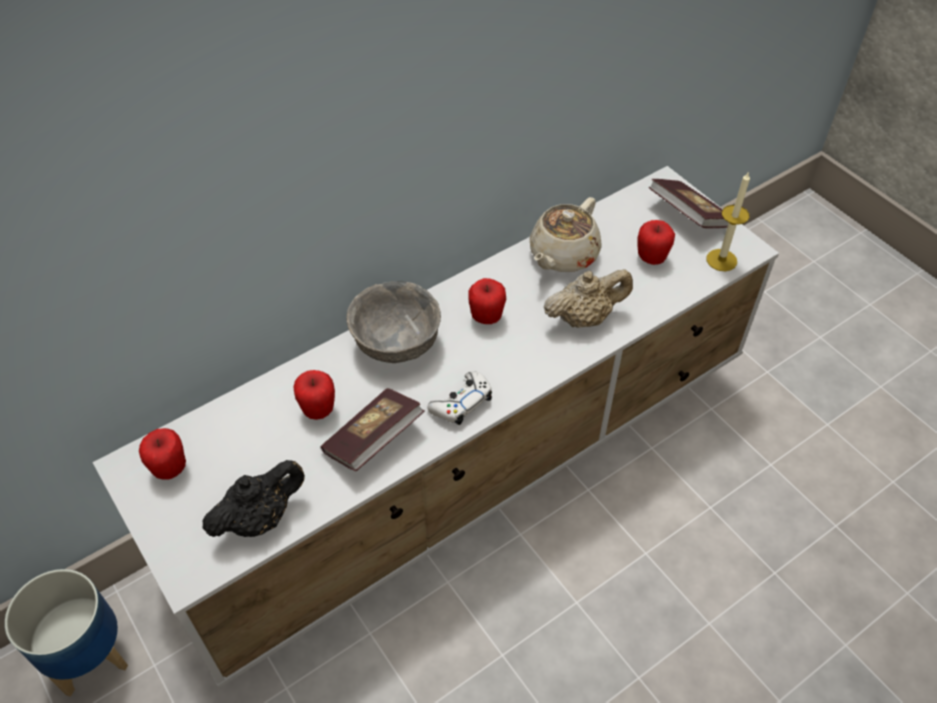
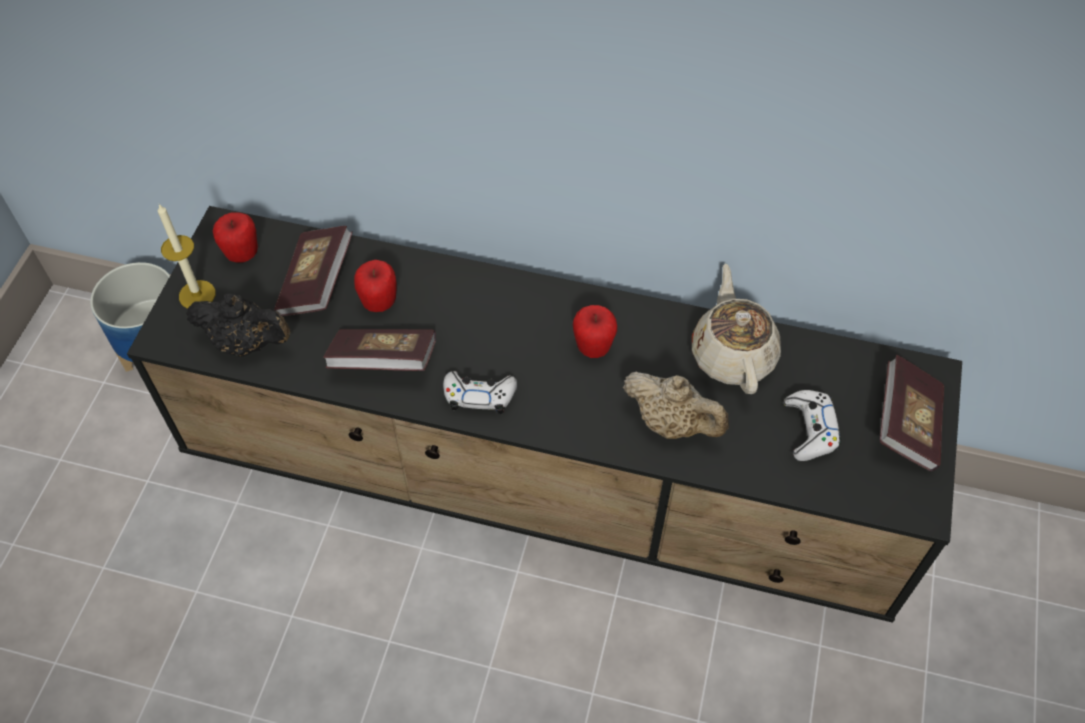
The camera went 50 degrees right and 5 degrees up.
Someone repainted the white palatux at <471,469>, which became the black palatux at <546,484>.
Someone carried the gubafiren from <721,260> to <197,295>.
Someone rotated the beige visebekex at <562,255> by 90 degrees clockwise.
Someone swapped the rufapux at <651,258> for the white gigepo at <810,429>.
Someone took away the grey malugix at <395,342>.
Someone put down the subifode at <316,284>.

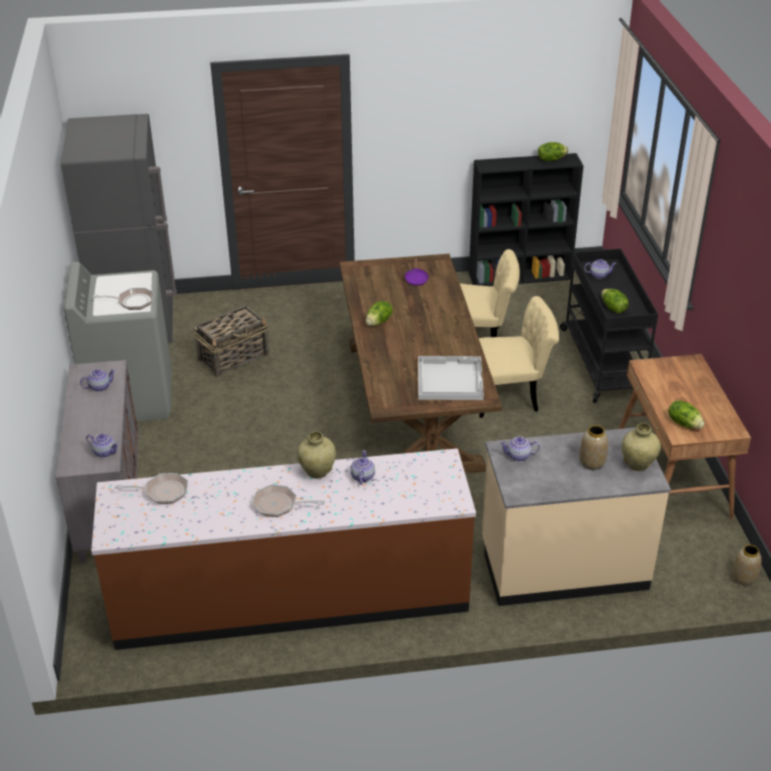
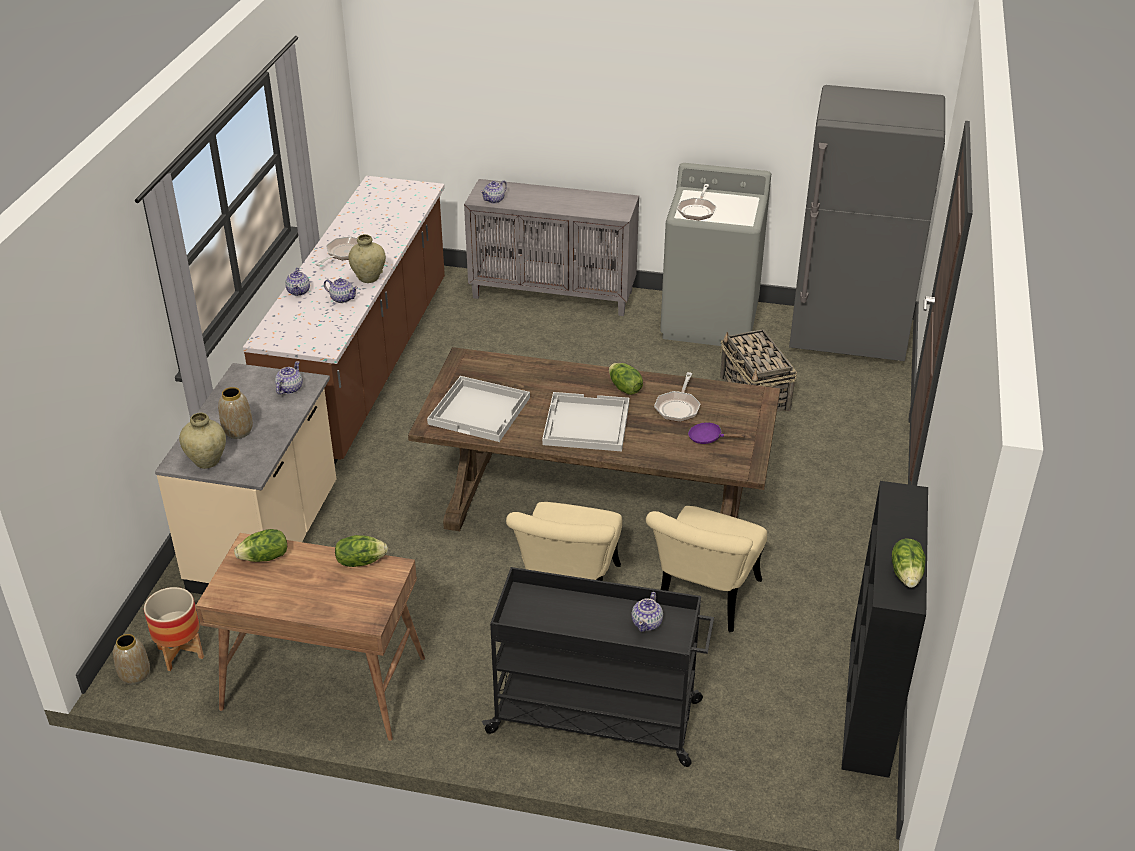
The camera went 110 degrees right and 0 degrees up.
Someone carried the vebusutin from <613,308> to <360,561>.
Someone carried the visebekex from <99,387> to <299,291>.
Someone carried the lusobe from <162,492> to <678,407>.
Someone put down the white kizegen at <585,424>.
Someone put down the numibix at <180,653>.

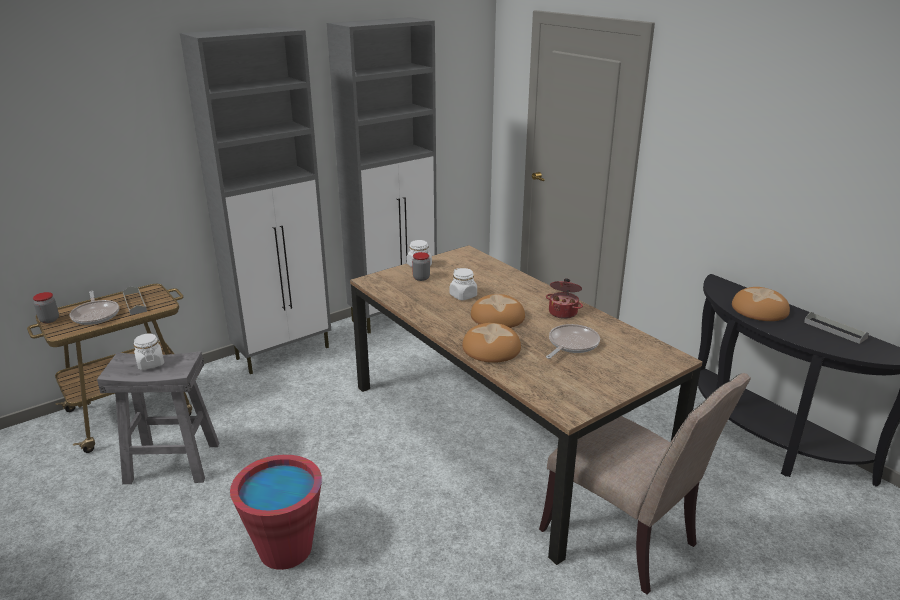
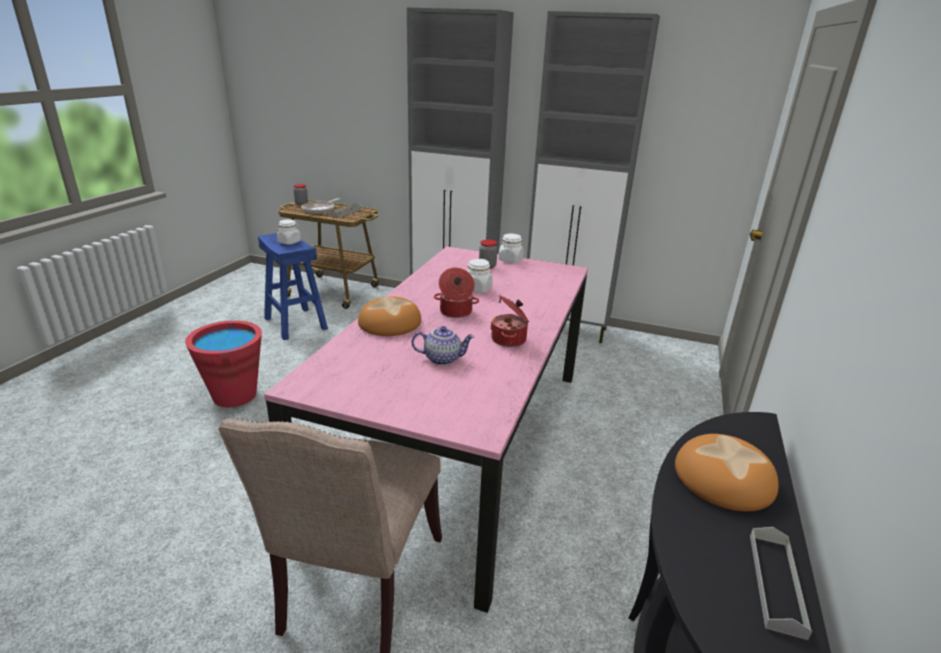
The camera went 55 degrees right and 0 degrees up.
Someone repainted the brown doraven at <501,431>, which became the pink doraven at <459,443>.
Someone swapped the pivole at <498,317> for the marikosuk at <455,312>.
Someone swapped the lusobe at <571,344> for the visebekex at <443,358>.
Someone repainted the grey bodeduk at <172,463>, which became the blue bodeduk at <295,323>.

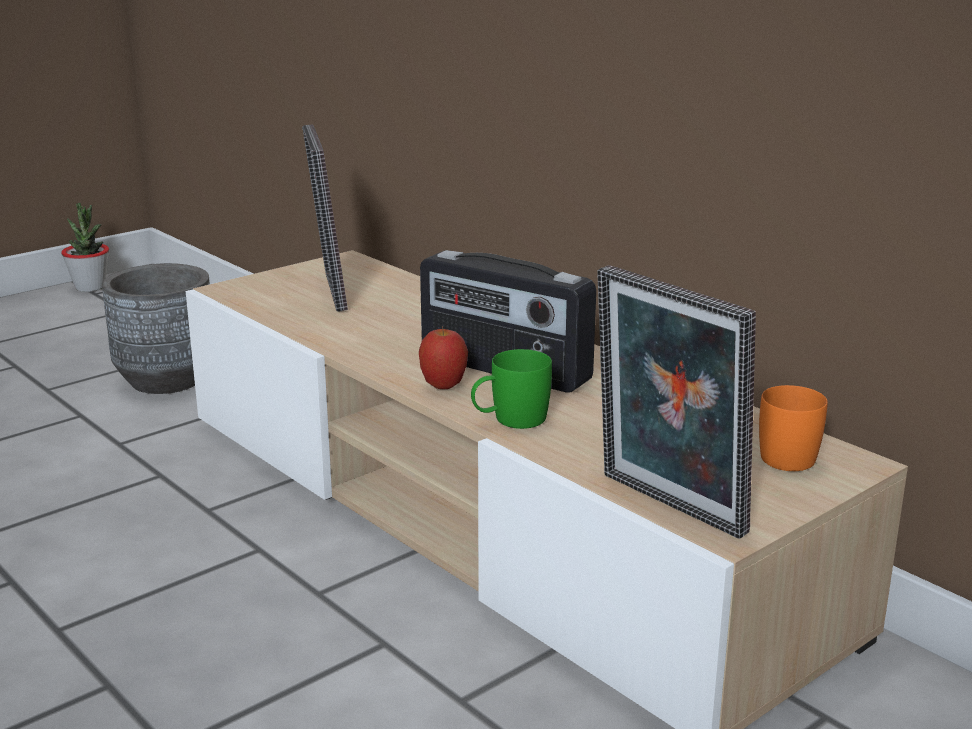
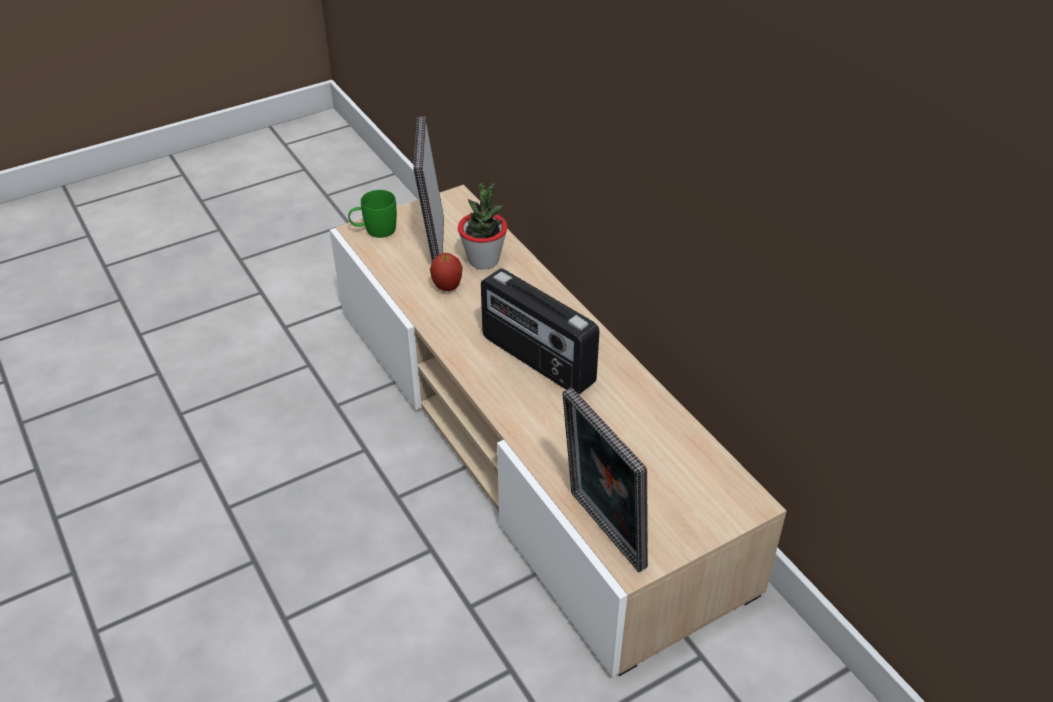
The camera went 10 degrees right and 20 degrees up.
Someone carried the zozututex from <90,287> to <483,260>.
Someone took away the grey numibix at <166,380>.
Someone carried the rufapux from <443,387> to <447,288>.
Someone carried the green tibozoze from <510,420> to <374,230>.
Someone took away the orange tibozoze at <786,454>.

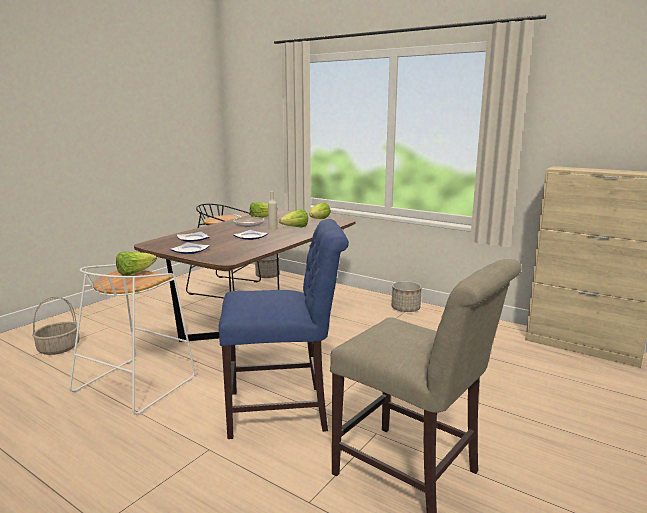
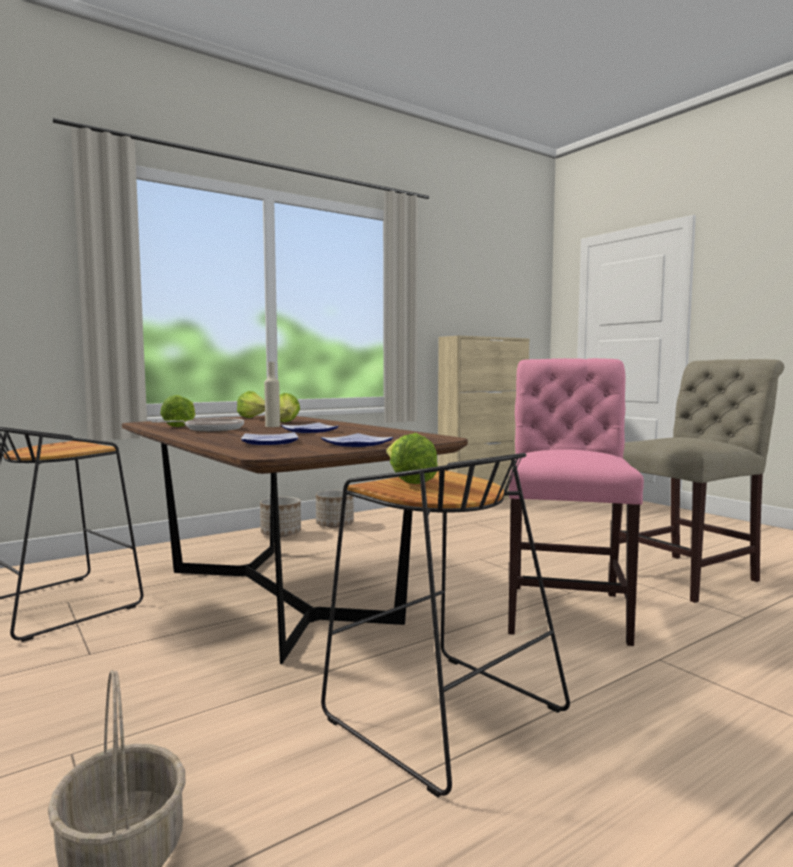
The camera went 70 degrees left and 10 degrees down.
Someone repainted the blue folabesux at <284,411>, which became the pink folabesux at <567,609>.
Someone carried the numibix from <267,276> to <281,533>.
Someone repainted the white bodeduk at <135,384>, which became the black bodeduk at <439,714>.

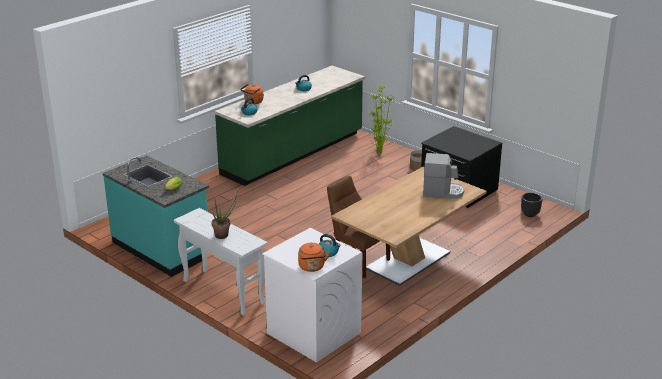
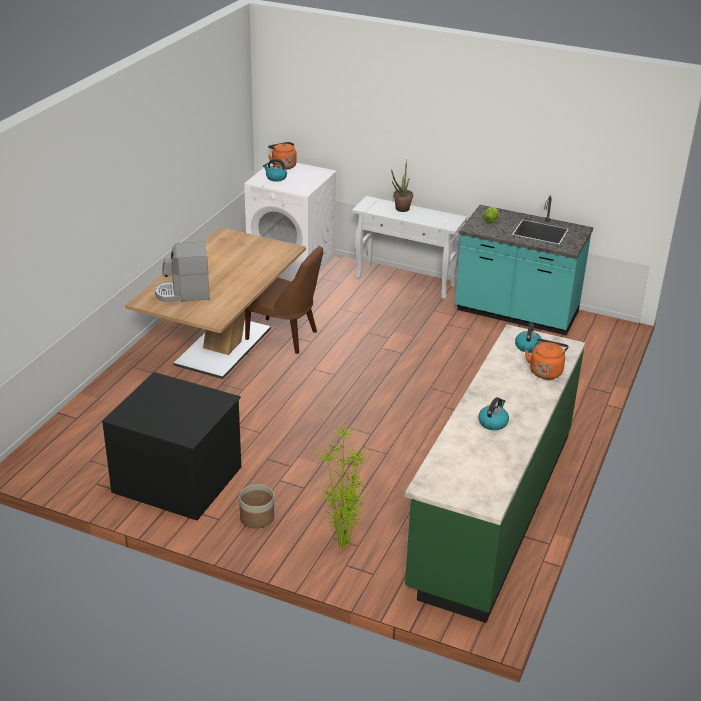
The camera went 160 degrees right and 5 degrees up.
Someone took away the black numibix at <530,214>.

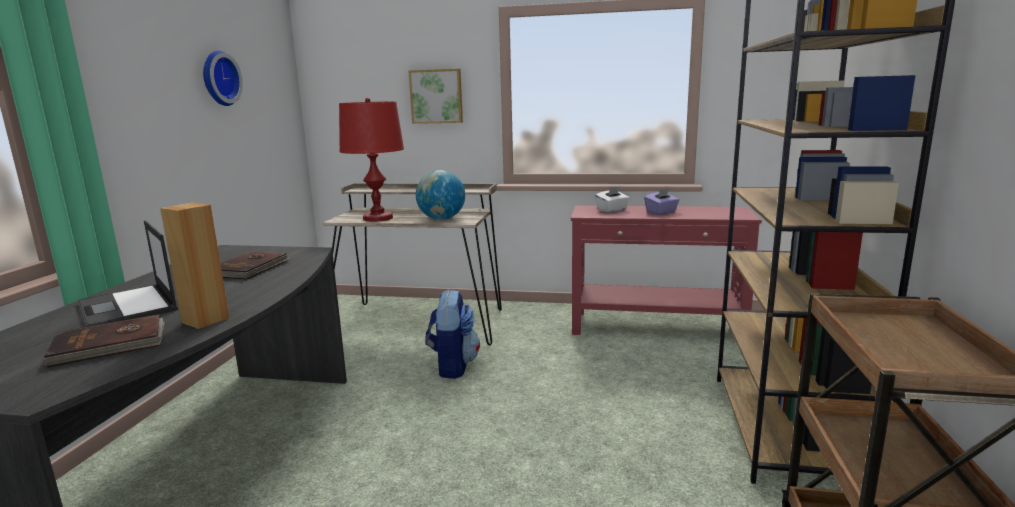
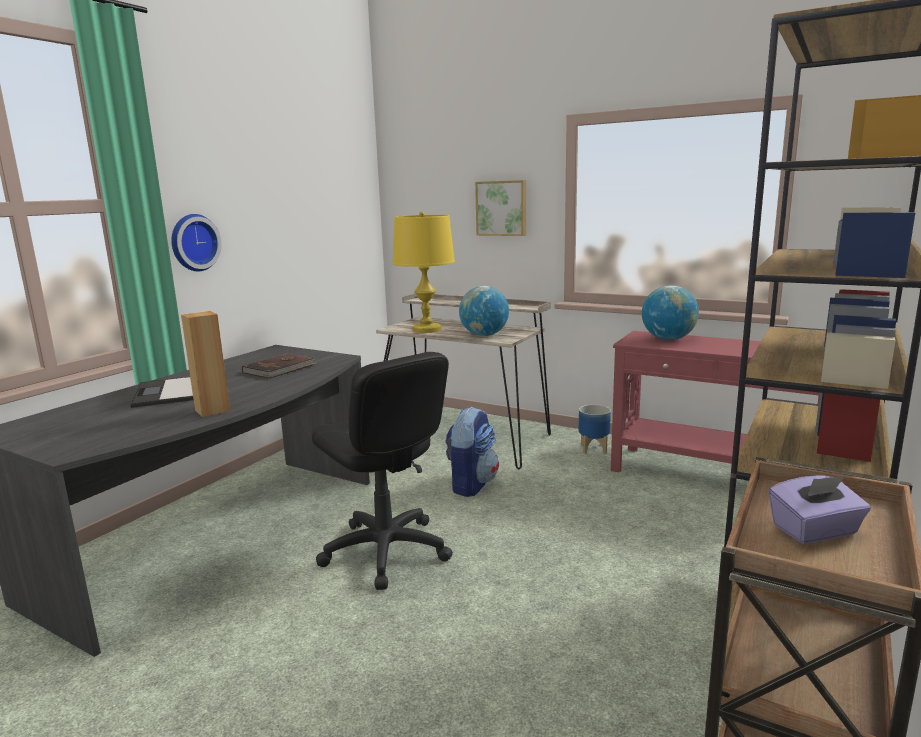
The camera went 20 degrees right and 0 degrees up.
Someone carried the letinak from <218,78> to <193,242>.
Someone repainted the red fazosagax at <377,218>, which became the yellow fazosagax at <426,329>.
Someone swapped the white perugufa at <612,210> for the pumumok at <668,339>.
Someone carried the purple perugufa from <661,212> to <815,531>.
Someone took away the brown subifode at <110,345>.
Someone put down the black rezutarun at <385,551>.
Someone put down the numibix at <593,449>.

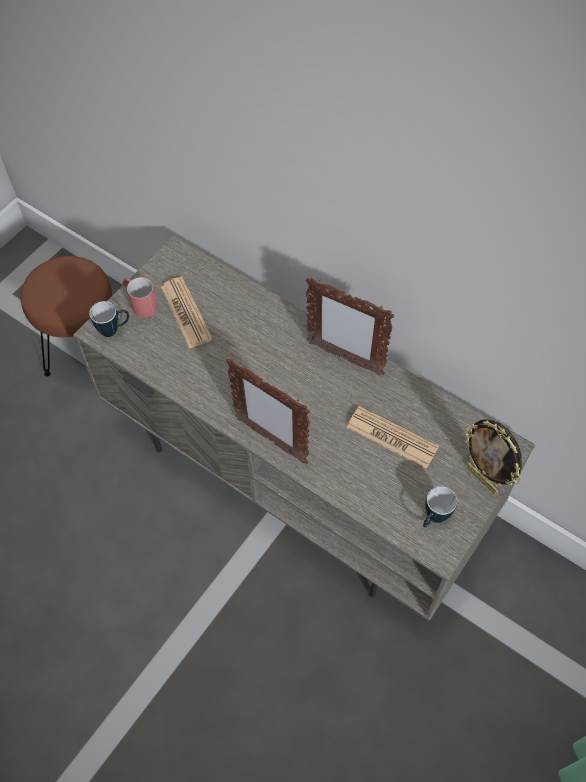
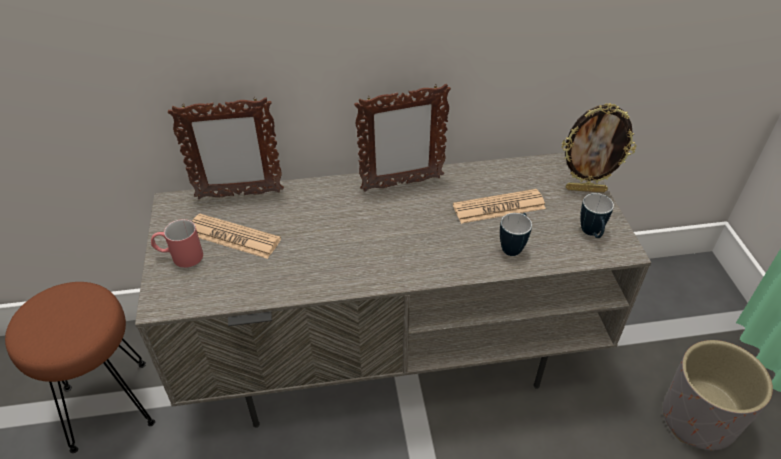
The camera went 45 degrees left and 15 degrees down.
Someone carried the tibozoze from <114,330> to <513,246>.
Someone carried the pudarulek from <270,440> to <239,195>.
Someone put down the grey numibix at <697,419>.

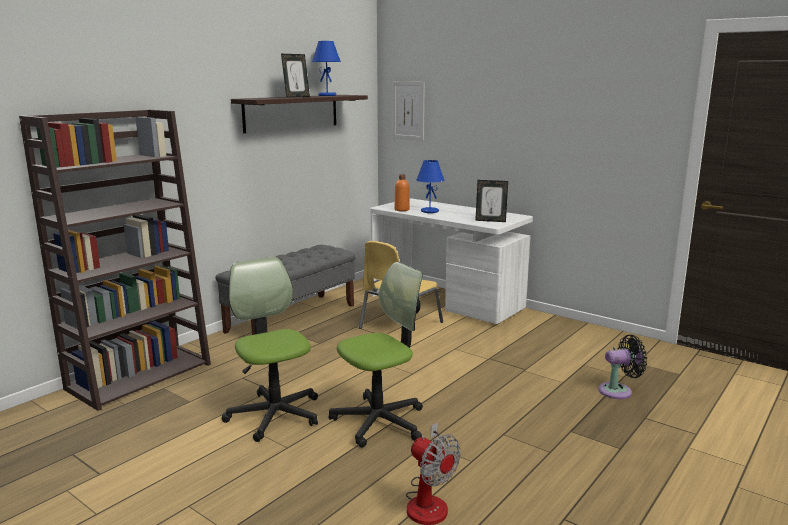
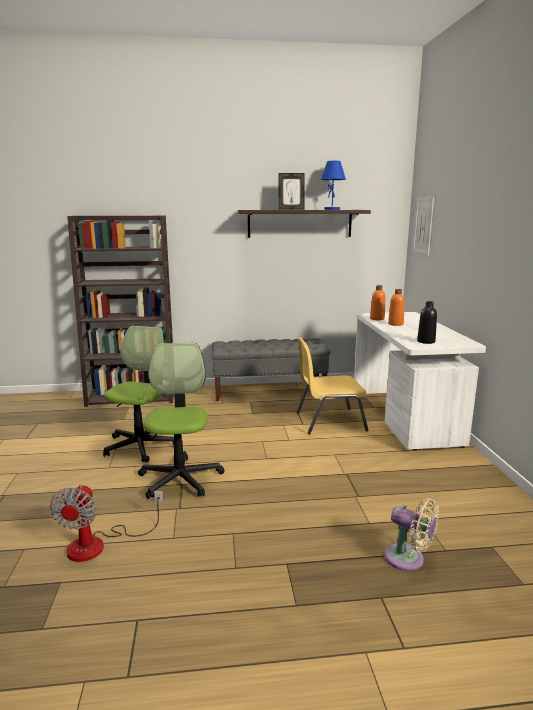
The camera went 45 degrees right and 0 degrees up.
Someone swapped the blue fazosagax at <429,211> for the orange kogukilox at <395,324>.
Someone swapped the pudarulek at <490,220> for the black kogukilox at <426,341>.
Someone rotated the rezutarun at <379,421> by 105 degrees counterclockwise.
Someone repainted the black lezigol at <618,391>, which became the beige lezigol at <408,559>.

